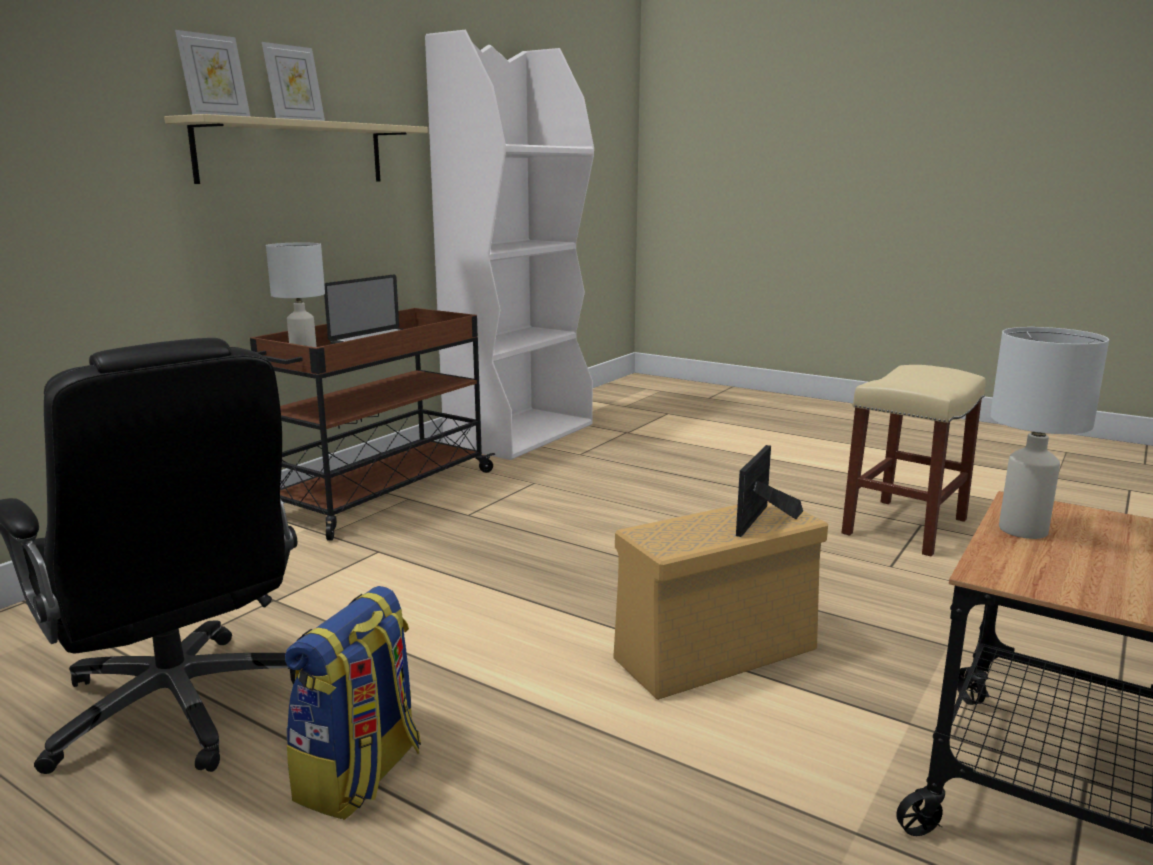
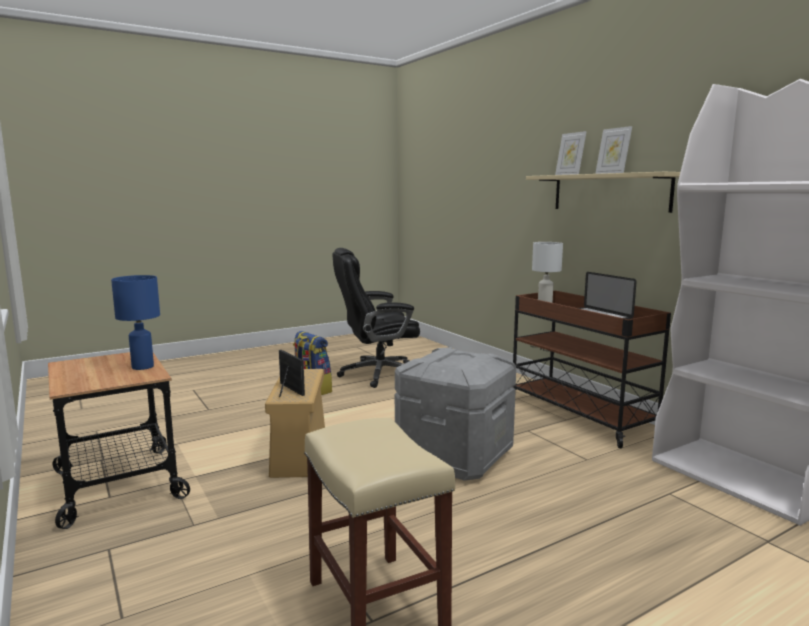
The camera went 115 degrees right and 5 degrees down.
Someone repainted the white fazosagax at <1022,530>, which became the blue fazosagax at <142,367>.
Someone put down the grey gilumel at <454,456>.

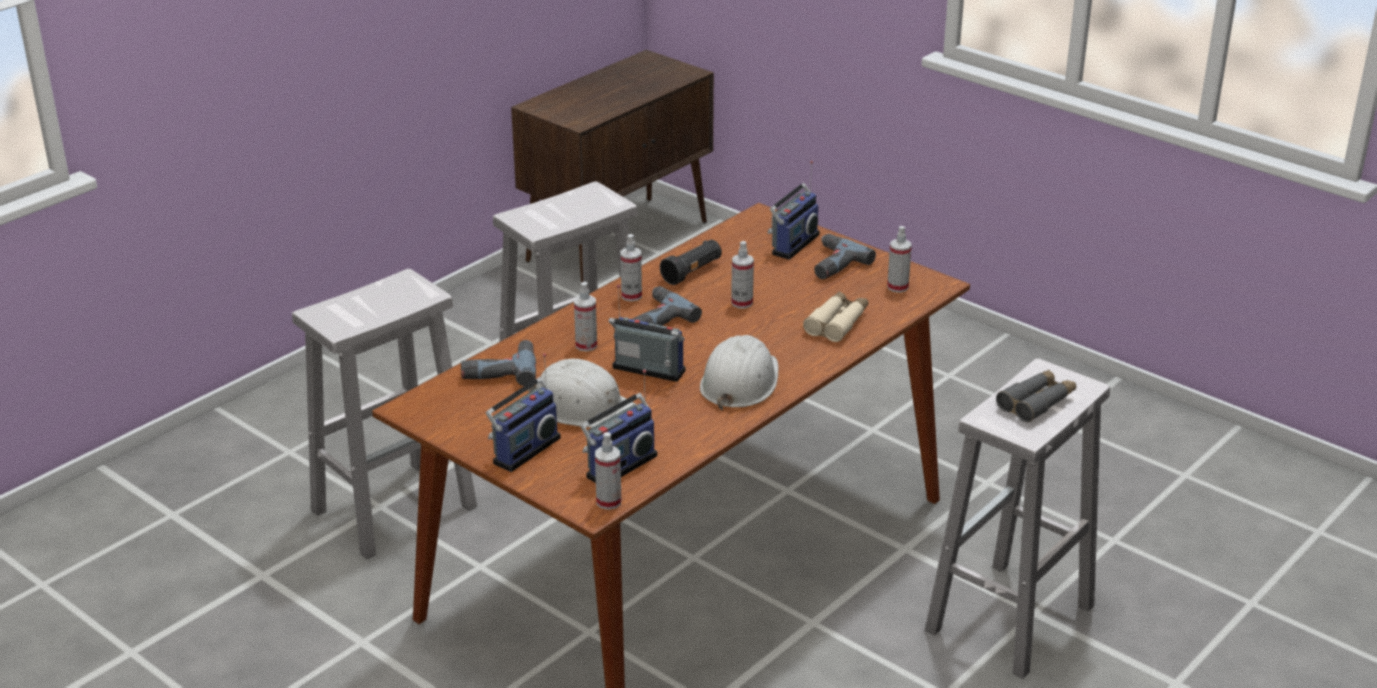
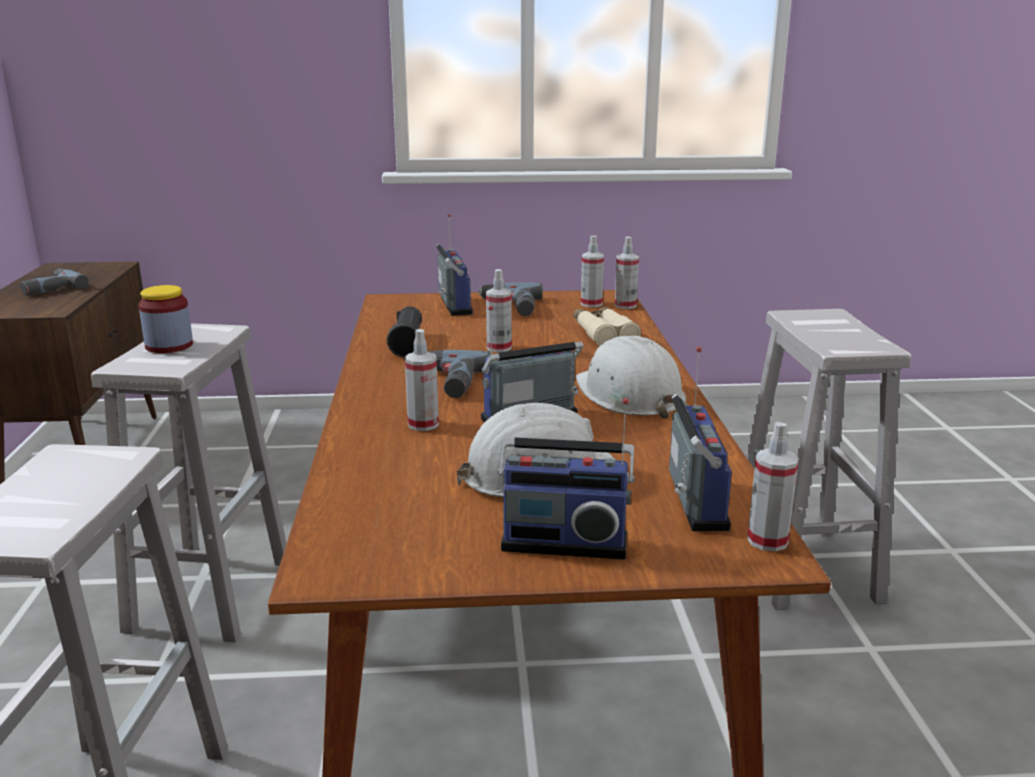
The camera went 45 degrees left and 10 degrees down.
Someone carried the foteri from <631,296> to <625,305>.
Someone carried the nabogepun from <499,369> to <50,288>.
Someone rotated the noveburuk at <523,449> by 105 degrees clockwise.
Someone took away the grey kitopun at <1036,402>.
Someone put down the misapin at <169,346>.

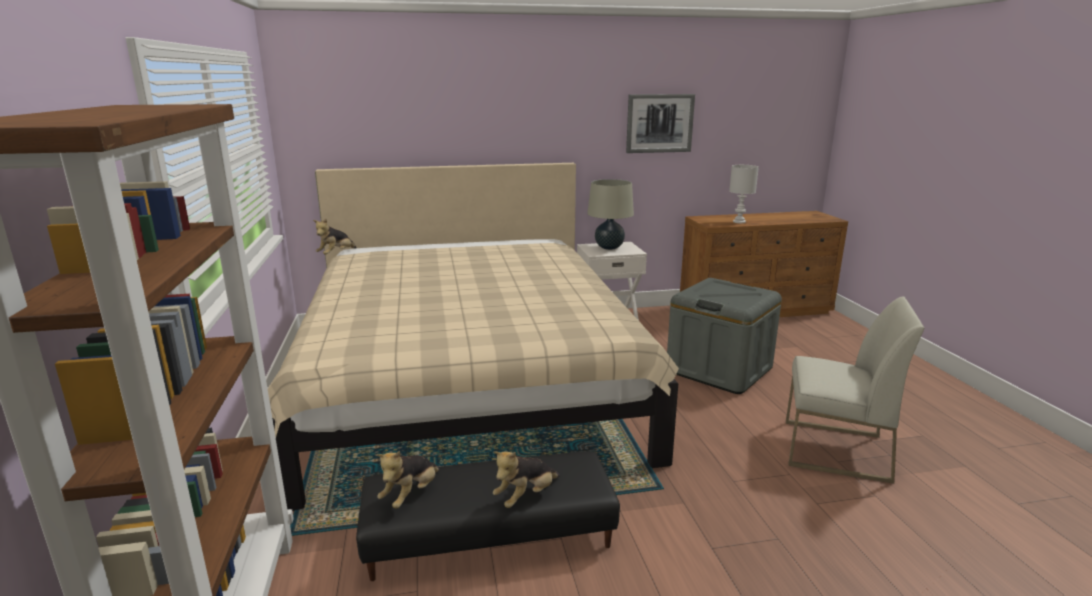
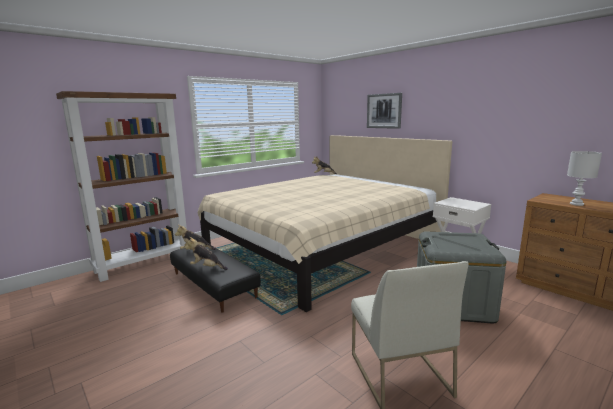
The camera went 60 degrees right and 5 degrees down.
Someone carried the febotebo from <659,123> to <384,111>.
Someone took away the beige fazosagax at <609,247>.

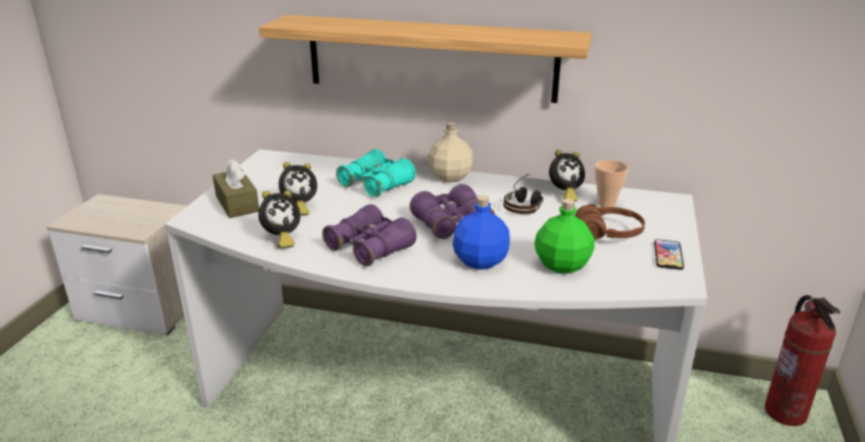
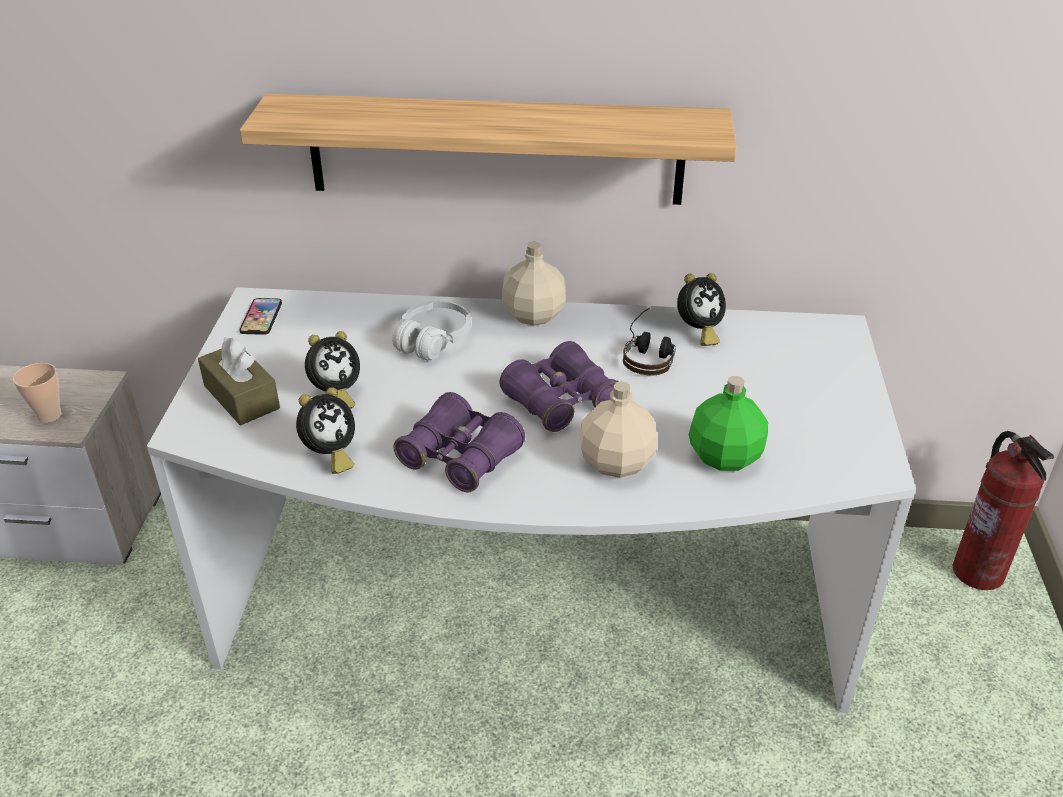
The camera went 10 degrees left and 10 degrees up.
Someone swapped the turquoise kitopun at <376,184> for the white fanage at <433,340>.
Someone carried the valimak from <606,203> to <49,415>.
Someone repainted the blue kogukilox at <480,261>, which became the beige kogukilox at <616,463>.
Someone took away the brown fanage at <608,234>.
Someone carried the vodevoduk from <668,255> to <261,317>.

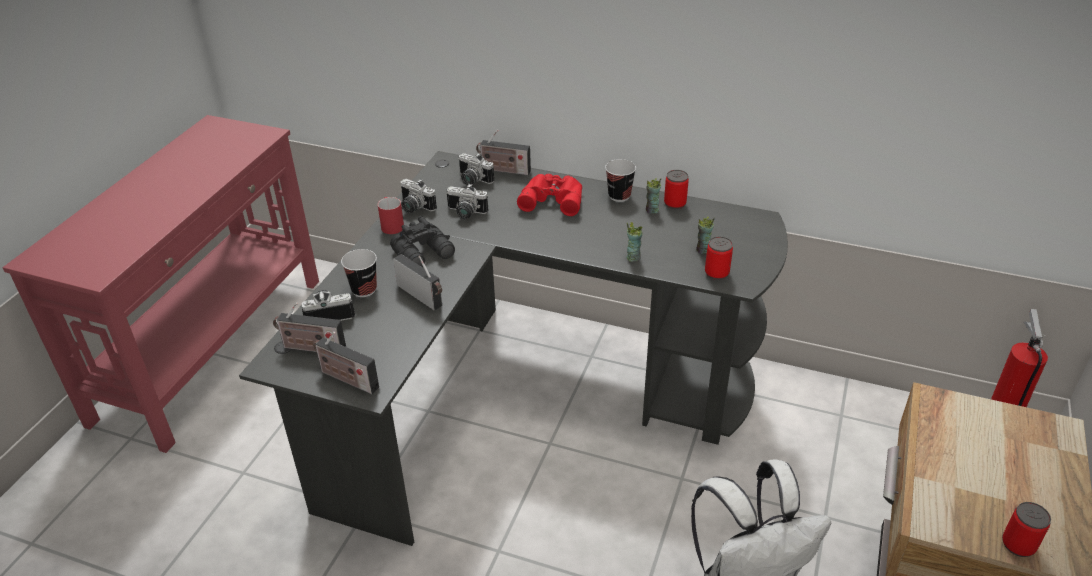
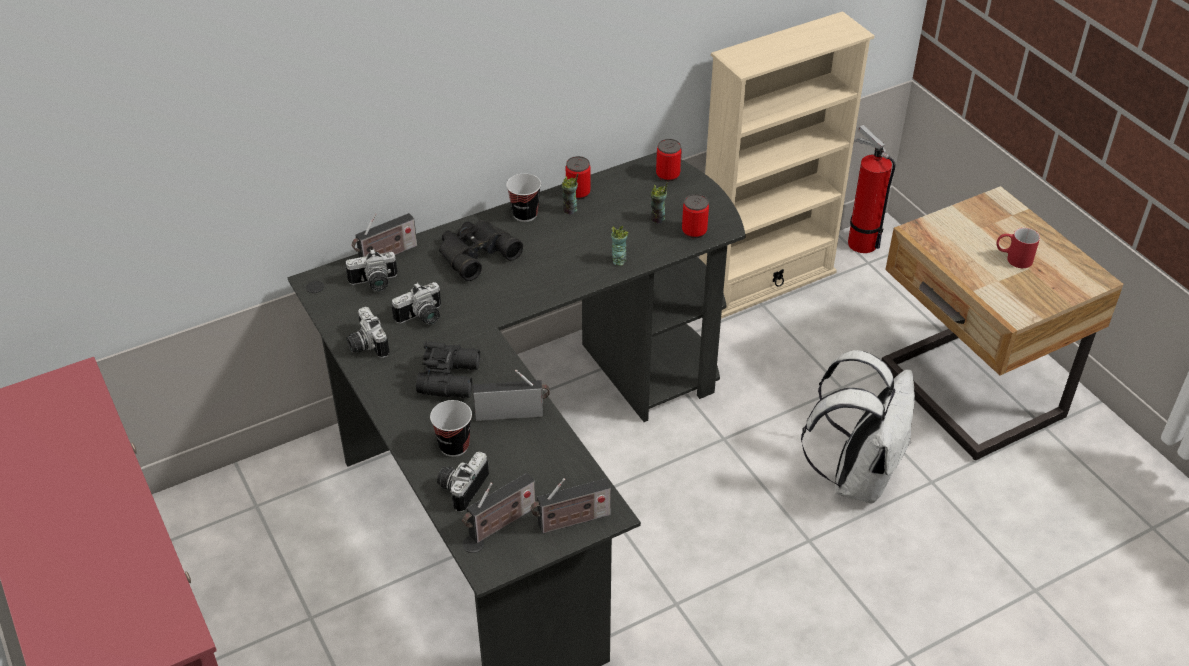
The camera went 50 degrees left and 5 degrees up.
Someone repainted the red kitopun at <553,198>, which became the black kitopun at <474,253>.
Someone rotated the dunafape at <414,207> by 75 degrees clockwise.
Someone carried the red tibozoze from <391,224> to <1012,258>.
Someone carried the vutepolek from <1018,545> to <668,175>.
Someone put down the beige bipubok at <765,281>.

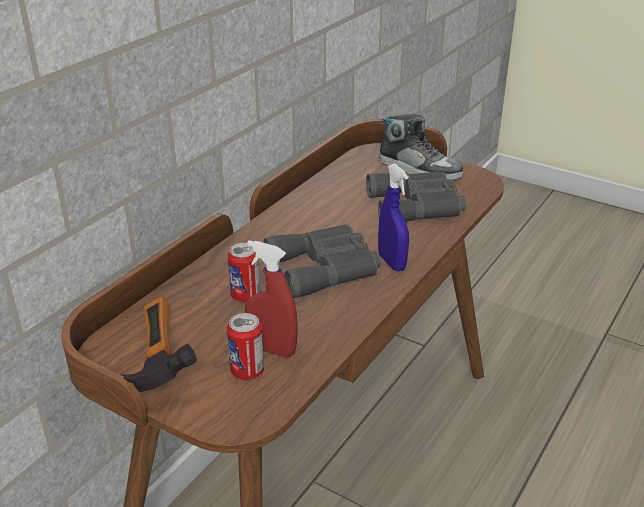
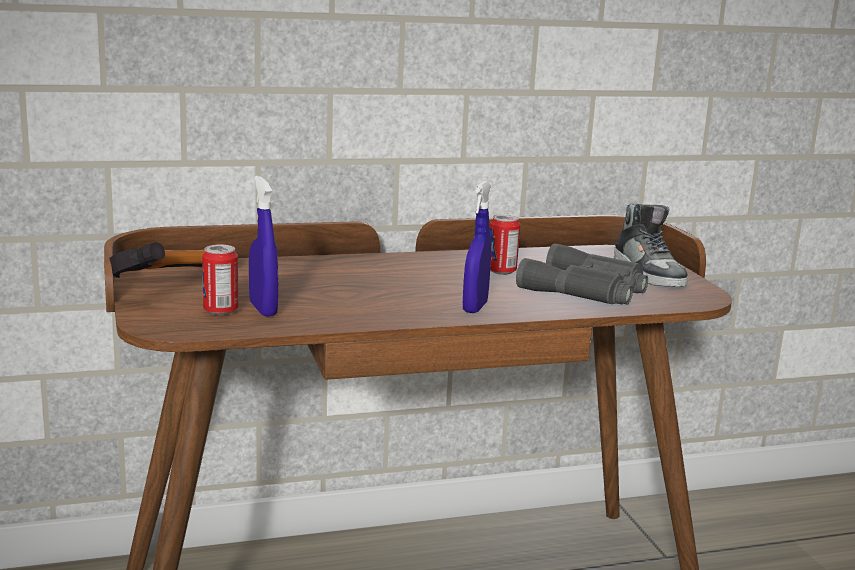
The camera went 40 degrees right and 15 degrees down.
Someone took away the grey kitopun at <326,268>.
Someone repainted the red foteri at <272,350>, which became the blue foteri at <263,309>.
Someone carried the vutepolek from <245,296> to <501,271>.

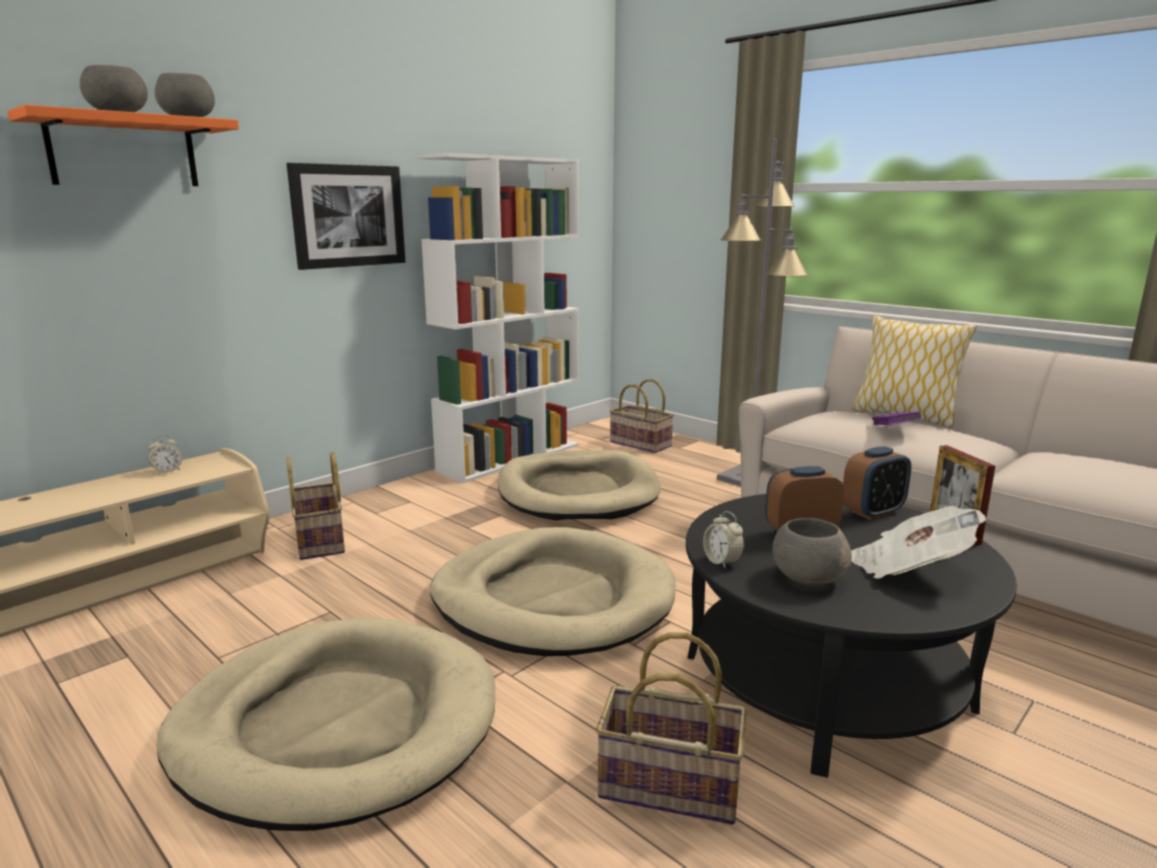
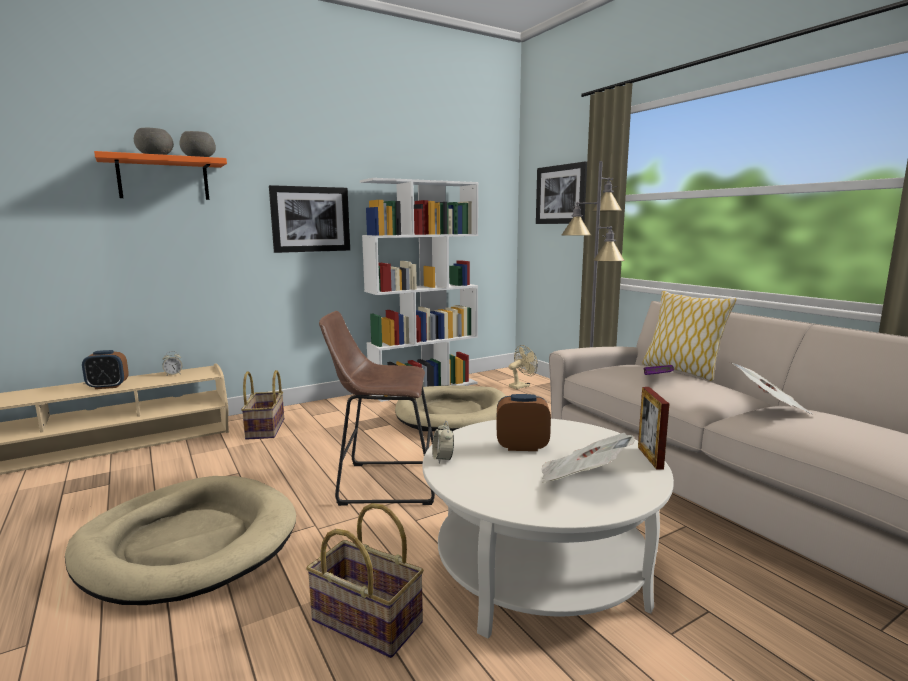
The camera went 15 degrees right and 5 degrees down.
Someone swapped the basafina at <639,444> for the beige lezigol at <521,386>.
Someone carried the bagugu from <873,512> to <108,386>.
Someone repainted the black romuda at <826,681>, which became the white romuda at <540,567>.
Someone took away the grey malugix at <807,577>.
Someone swapped the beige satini at <553,599> for the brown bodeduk at <383,482>.
Someone put up the febotebo at <561,194>.
Someone put down the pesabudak at <769,407>.

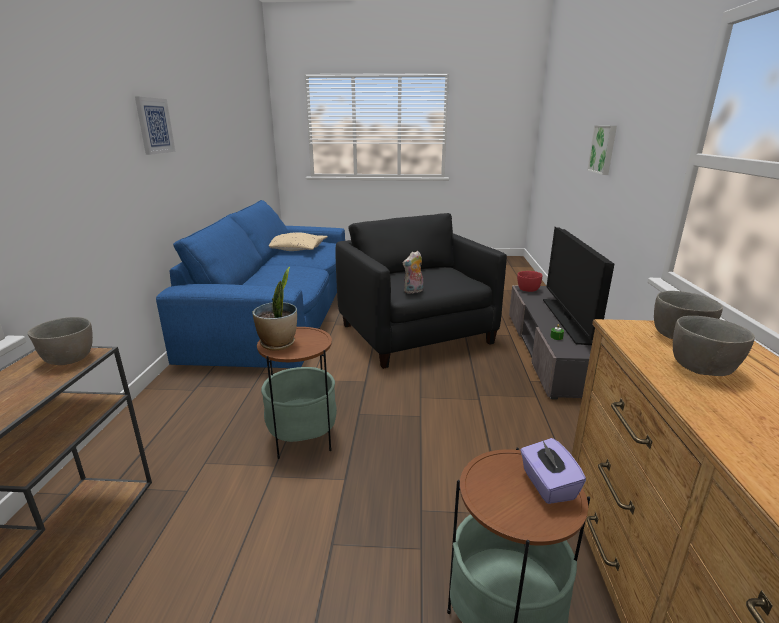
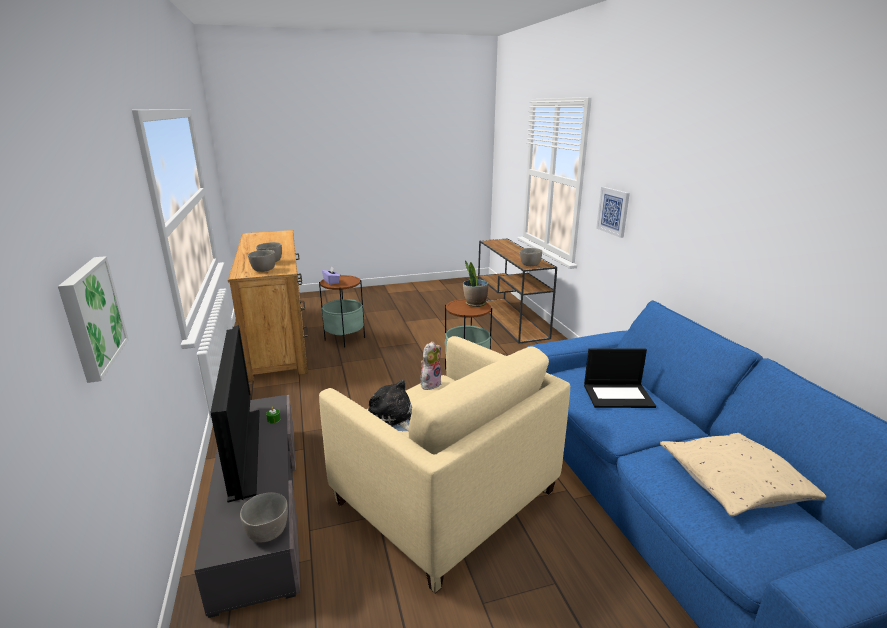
The camera went 160 degrees right and 0 degrees up.
Someone carried the febotebo from <154,126> to <613,211>.
Someone repainted the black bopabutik at <416,334>, which became the beige bopabutik at <445,496>.
Someone repainted the red malugix at <527,290>, which became the grey malugix at <268,531>.
Someone put down the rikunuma at <618,395>.
Someone put down the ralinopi at <394,419>.

